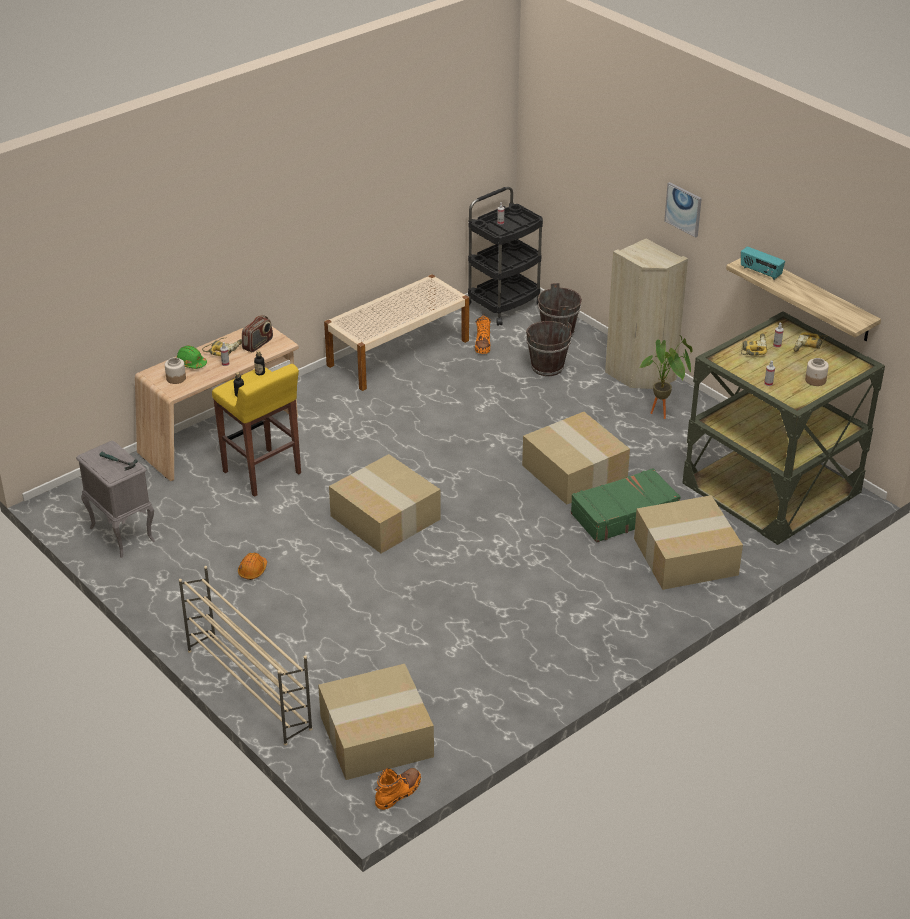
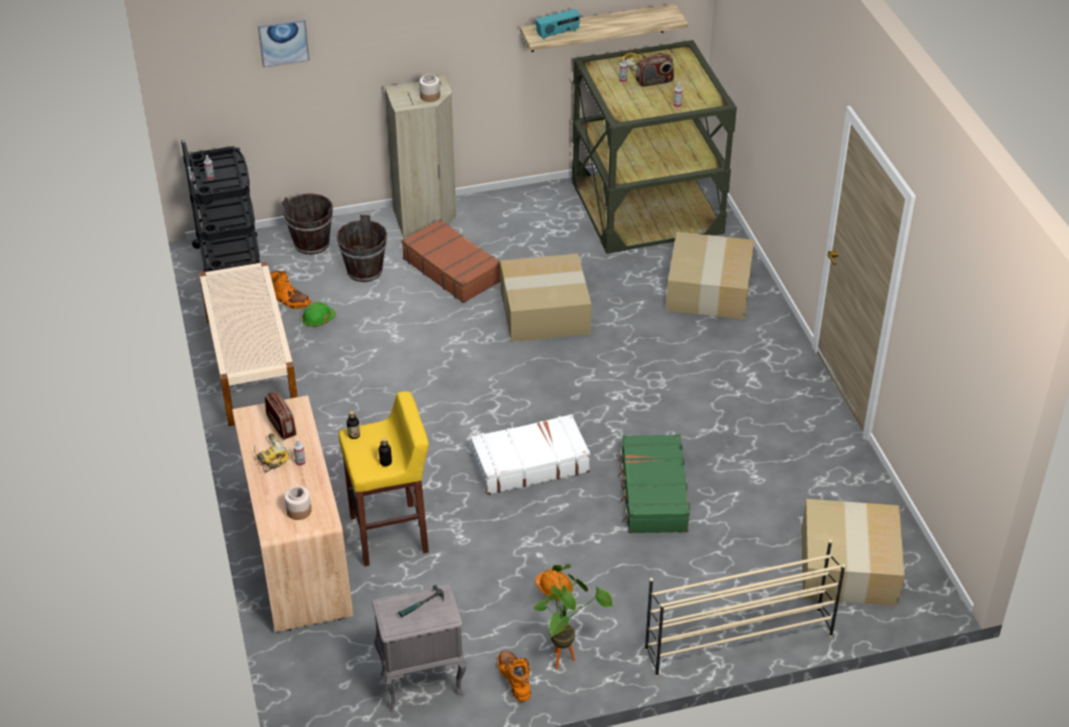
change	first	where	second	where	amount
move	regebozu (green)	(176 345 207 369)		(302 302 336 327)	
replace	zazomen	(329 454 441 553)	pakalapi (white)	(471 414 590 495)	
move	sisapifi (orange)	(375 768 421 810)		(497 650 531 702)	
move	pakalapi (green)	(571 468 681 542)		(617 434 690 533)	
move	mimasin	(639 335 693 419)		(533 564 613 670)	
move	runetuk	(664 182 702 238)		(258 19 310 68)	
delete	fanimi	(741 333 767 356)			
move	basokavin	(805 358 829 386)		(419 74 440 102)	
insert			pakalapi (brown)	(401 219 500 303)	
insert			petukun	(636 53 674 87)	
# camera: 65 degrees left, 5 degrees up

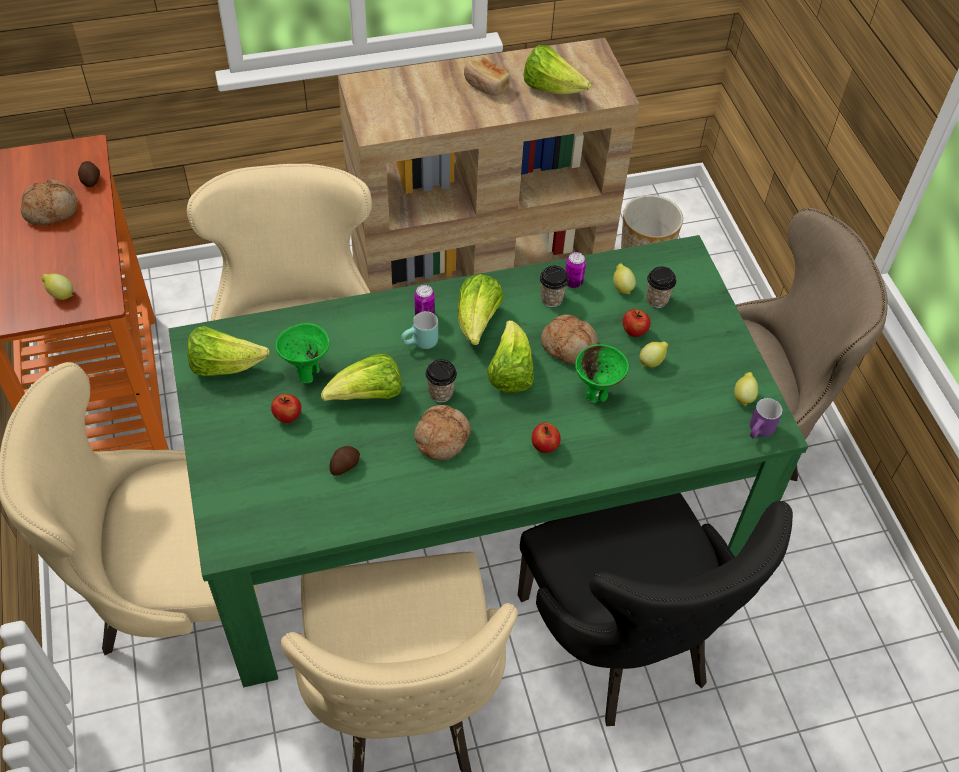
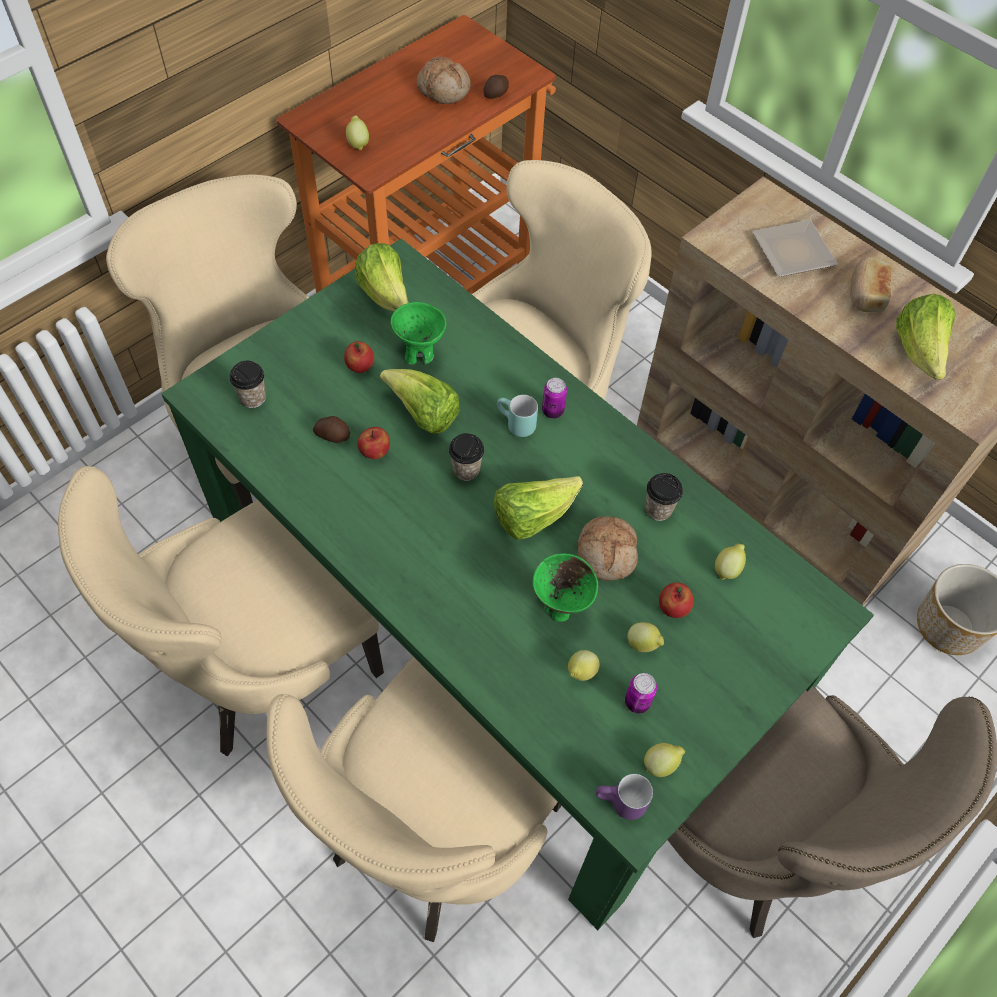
change	first	where	second	where	amount
delete	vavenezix	(414 405 471 460)			
delete	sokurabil	(458 274 504 345)			
recolor	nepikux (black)	(518 493 793 726)	nepikux (beige)	(267 657 561 942)	
move	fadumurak	(532 423 561 453)		(358 427 390 459)	
move	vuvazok	(565 252 586 288)		(625 673 657 713)	
move	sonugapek	(646 266 677 308)		(230 361 266 408)	
insert			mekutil	(568 650 600 681)	
insert			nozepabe	(752 220 838 277)	
# camera: 60 degrees right, 5 degrees up

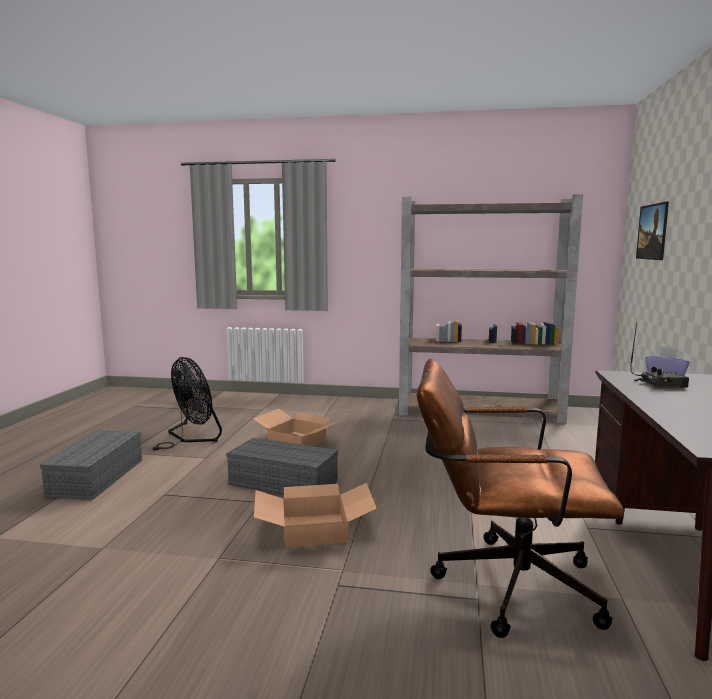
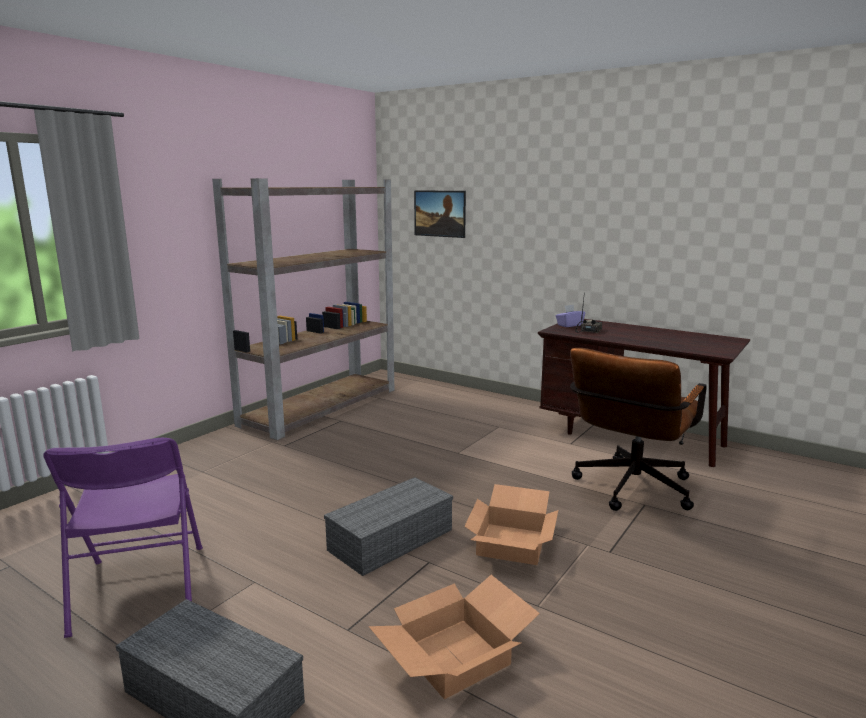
change	first	where	second	where	amount
replace	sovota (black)	(151 357 222 451)	nepikux (purple)	(43 438 203 638)	
move	zazomen	(253 409 342 446)		(369 575 540 699)	
# camera: 65 degrees left, 5 degrees up

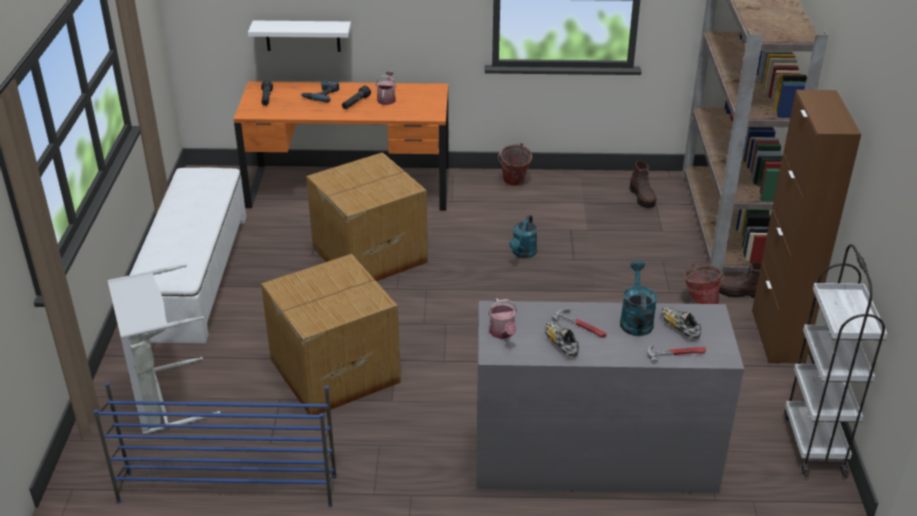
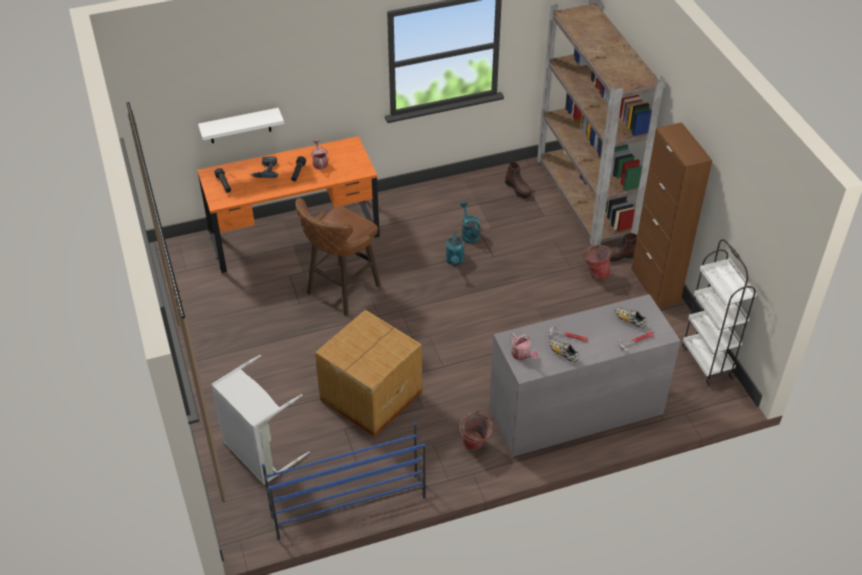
change	first	where	second	where	amount
delete	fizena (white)	(130 168 246 344)			
replace	zazomen	(306 152 428 282)	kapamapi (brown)	(295 198 381 316)	
move	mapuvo	(498 143 532 186)		(459 411 493 450)	
move	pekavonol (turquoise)	(620 261 657 336)		(460 202 481 243)	
# camera: 20 degrees left, 10 degrees up

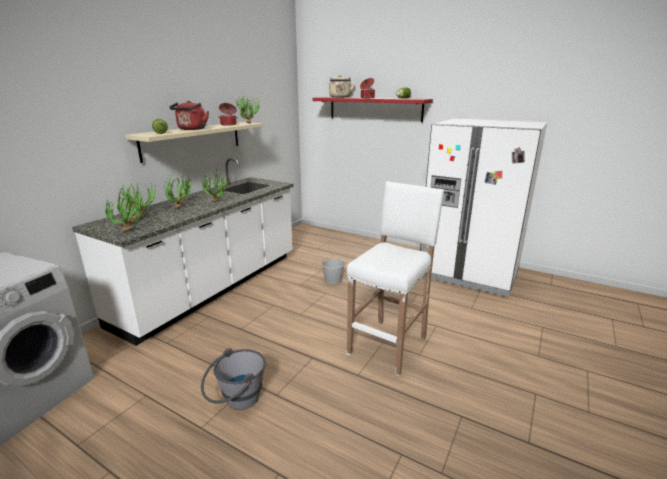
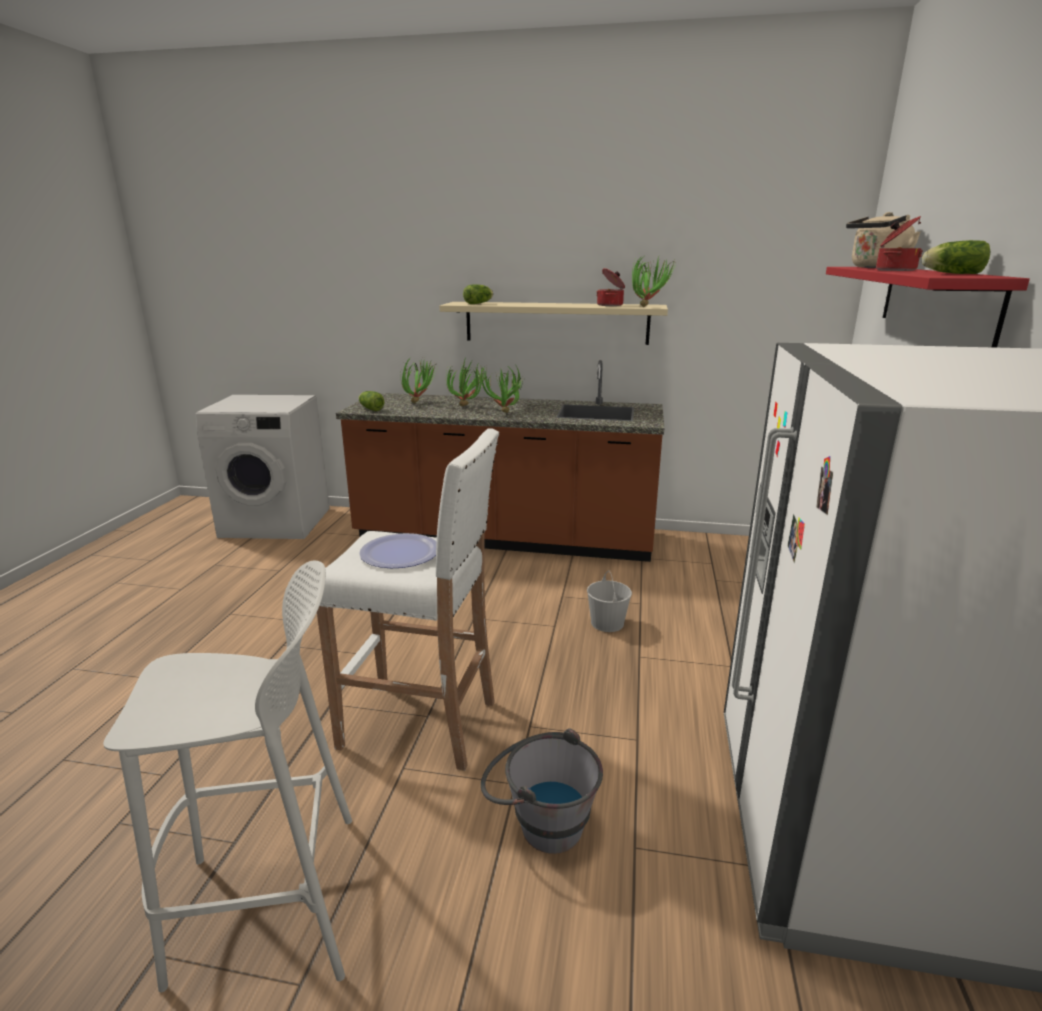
change	first	where	second	where	amount
recolor	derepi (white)	(72 158 293 346)	derepi (brown)	(336 360 664 562)	
replace	mimasin	(105 190 143 232)	sokurabil	(358 391 384 411)	
delete	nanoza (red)	(169 101 209 130)			
move	mapuvo (grey)	(201 348 266 410)		(481 728 603 854)	
insert			kapamapi (white)	(103 560 352 993)	
insert			nozepabe	(359 533 436 568)	
# camera: 70 degrees right, 0 degrees up

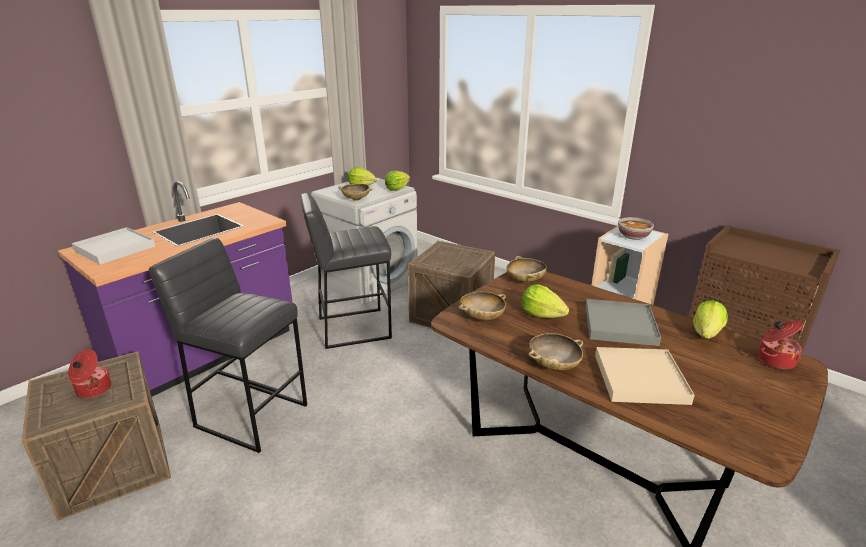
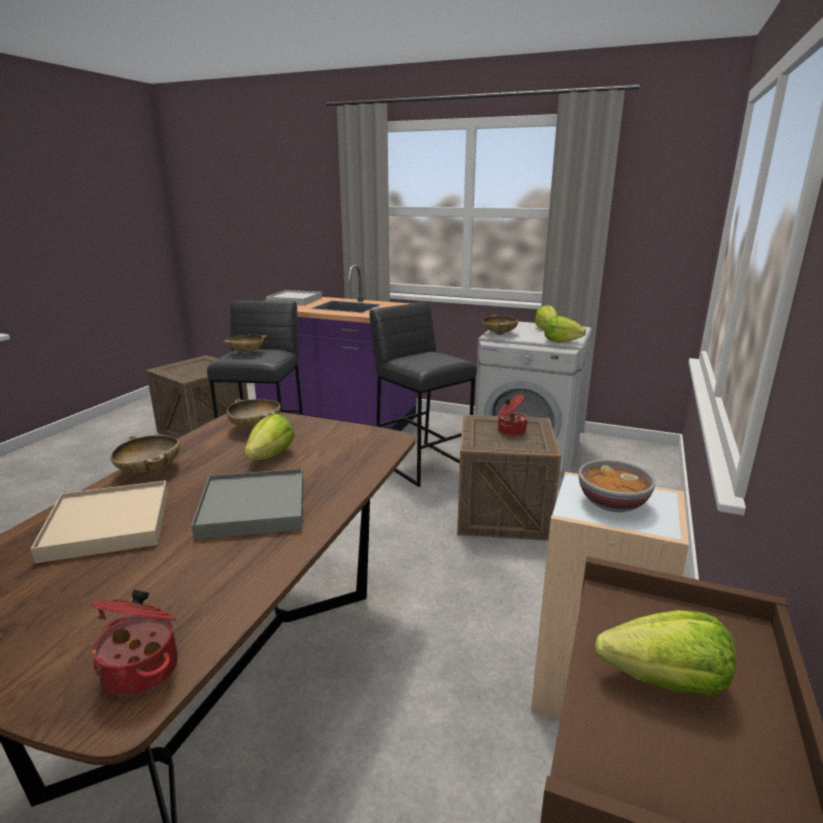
change	first	where	second	where	amount
move	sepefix	(68 349 111 399)		(498 394 528 436)	
move	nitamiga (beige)	(506 256 547 283)		(223 334 267 354)	
move	sokurabil	(693 300 728 339)		(595 610 736 696)	
# camera: 70 degrees right, 5 degrees down

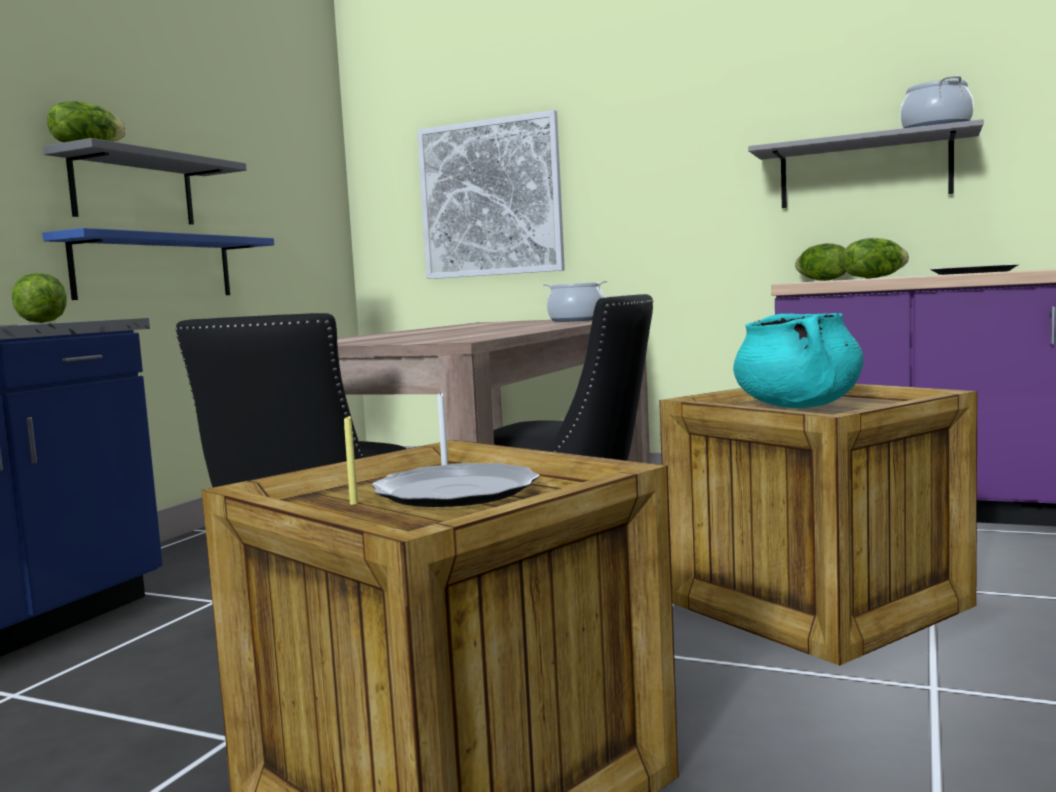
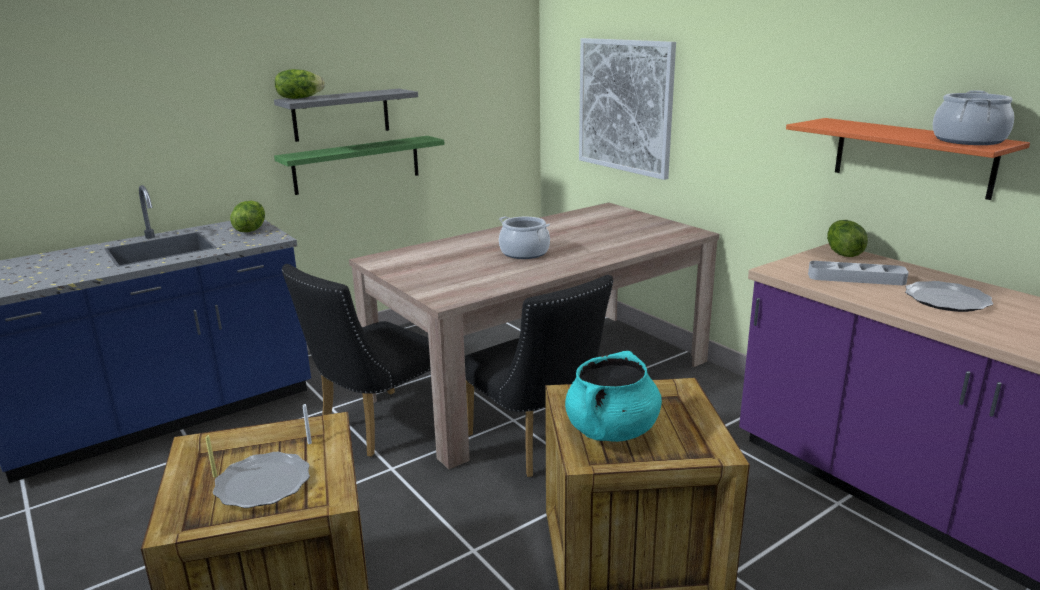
change	first	where	second	where	amount
recolor	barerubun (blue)	(42 228 274 300)	barerubun (green)	(274 136 445 195)	
move	sepefix	(543 280 608 322)		(499 217 550 259)	
recolor	barerubun (grey)	(748 119 983 208)	barerubun (orange)	(786 118 1030 200)	
replace	sokurabil	(842 238 909 278)	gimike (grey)	(808 261 909 285)	
# camera: 30 degrees right, 15 degrees up

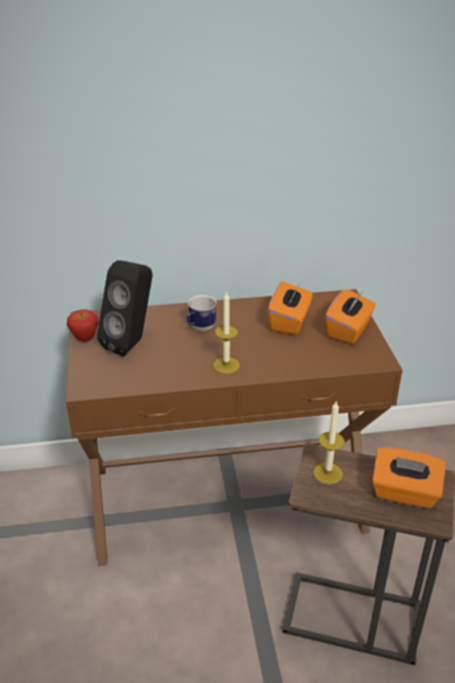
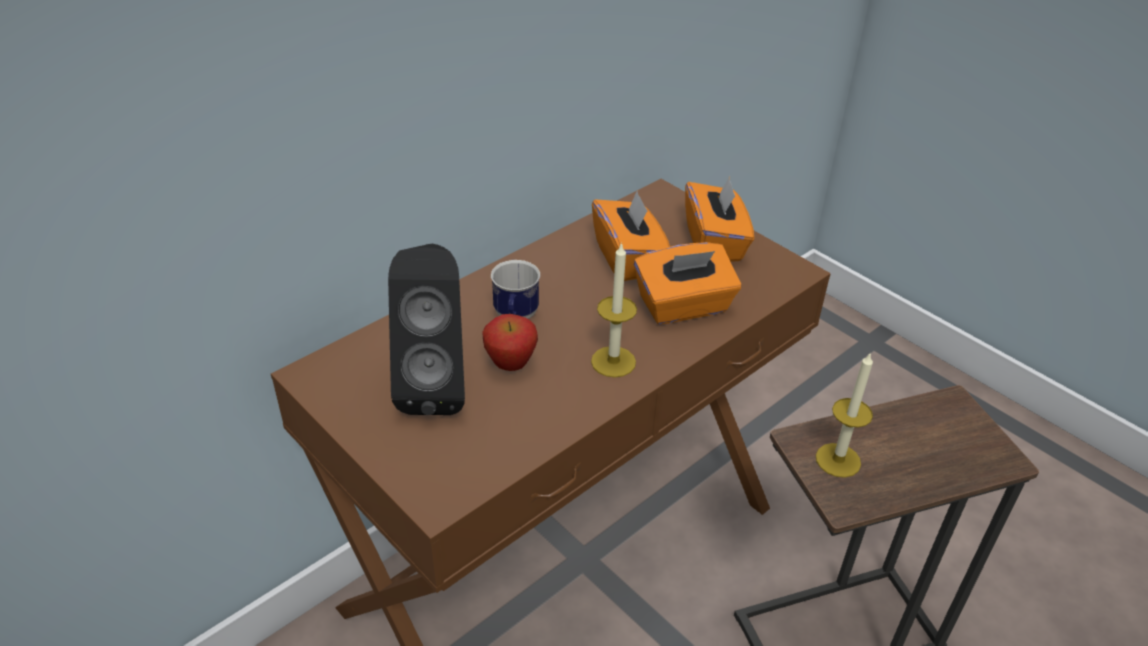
change	first	where	second	where	amount
move	fadumurak	(67 309 99 342)		(482 314 538 371)	
move	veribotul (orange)	(372 447 446 509)		(634 242 741 324)	
# camera: 35 degrees left, 5 degrees up

